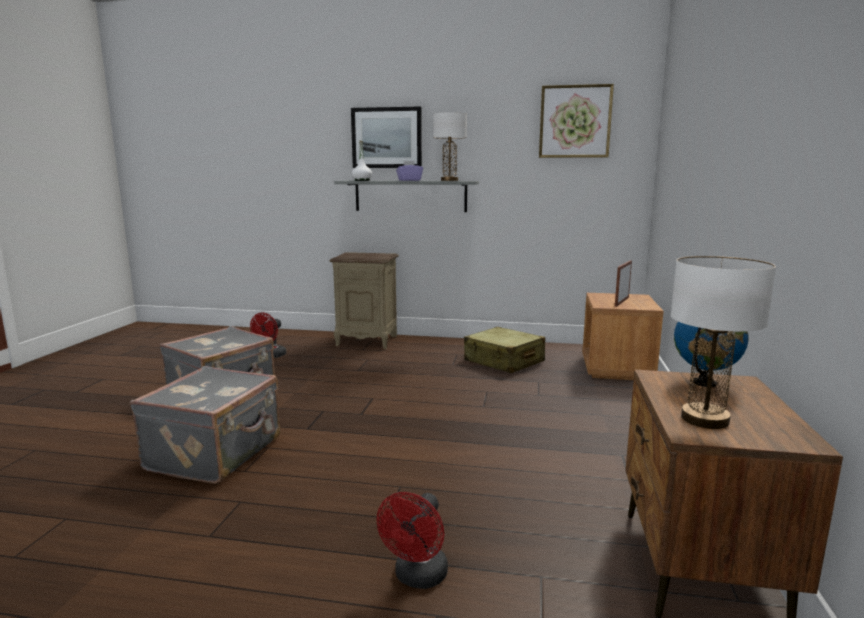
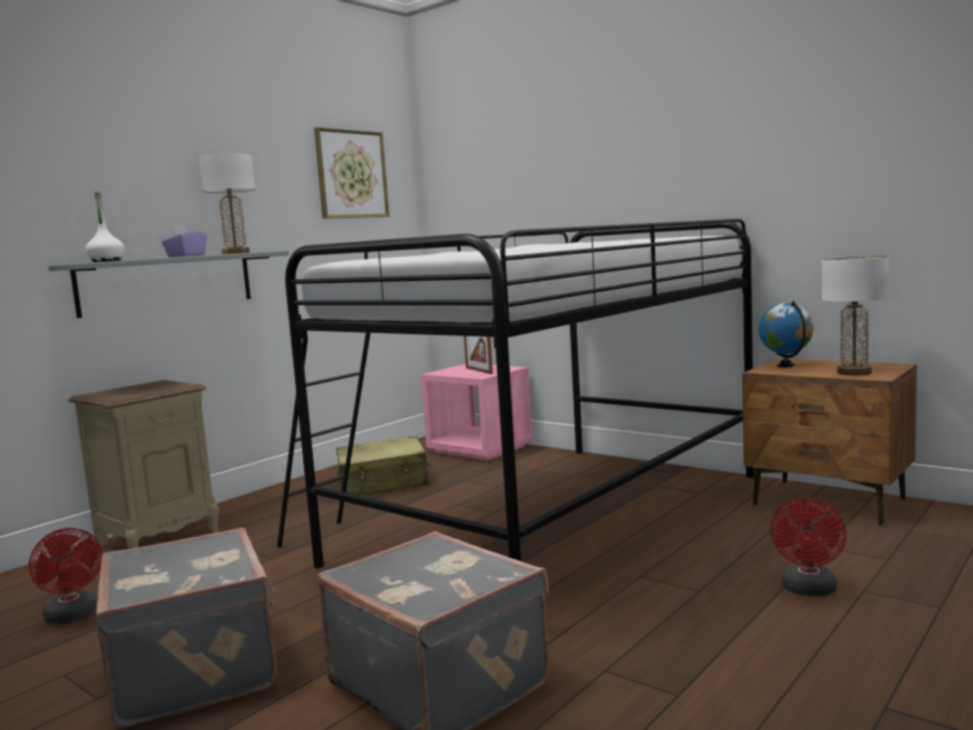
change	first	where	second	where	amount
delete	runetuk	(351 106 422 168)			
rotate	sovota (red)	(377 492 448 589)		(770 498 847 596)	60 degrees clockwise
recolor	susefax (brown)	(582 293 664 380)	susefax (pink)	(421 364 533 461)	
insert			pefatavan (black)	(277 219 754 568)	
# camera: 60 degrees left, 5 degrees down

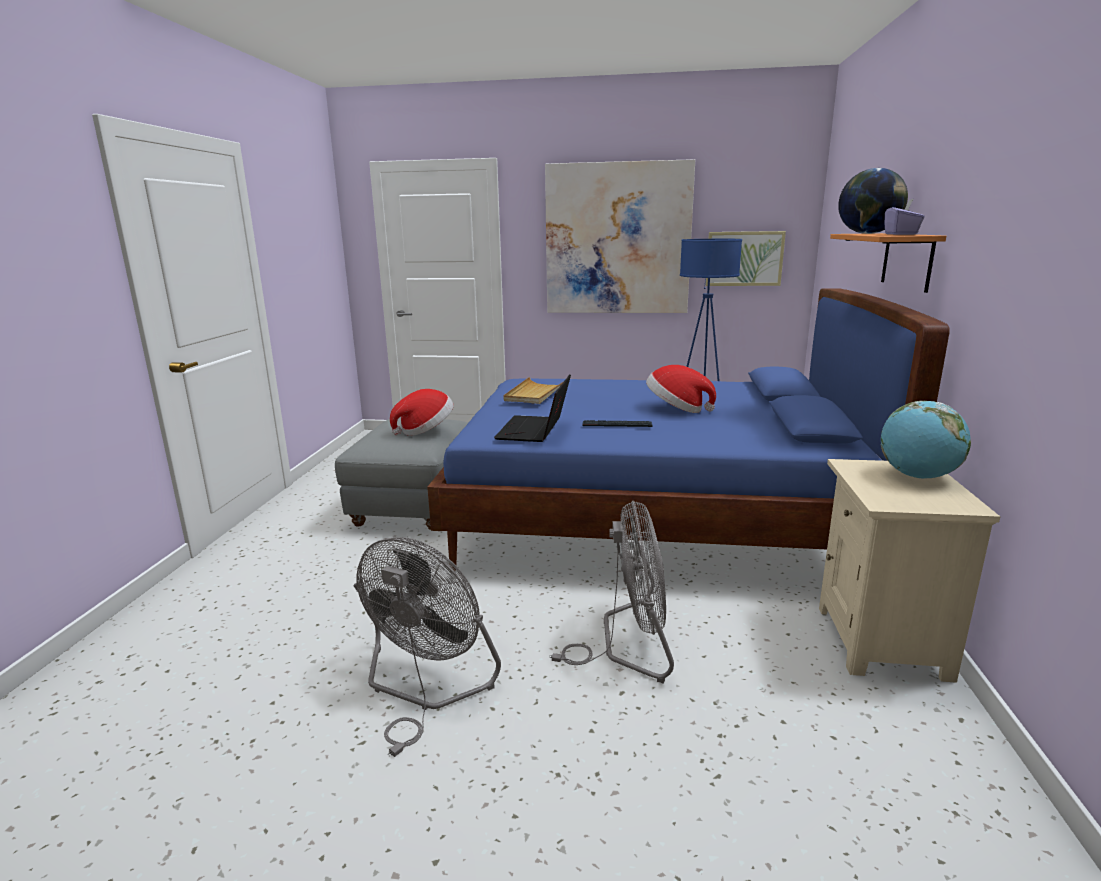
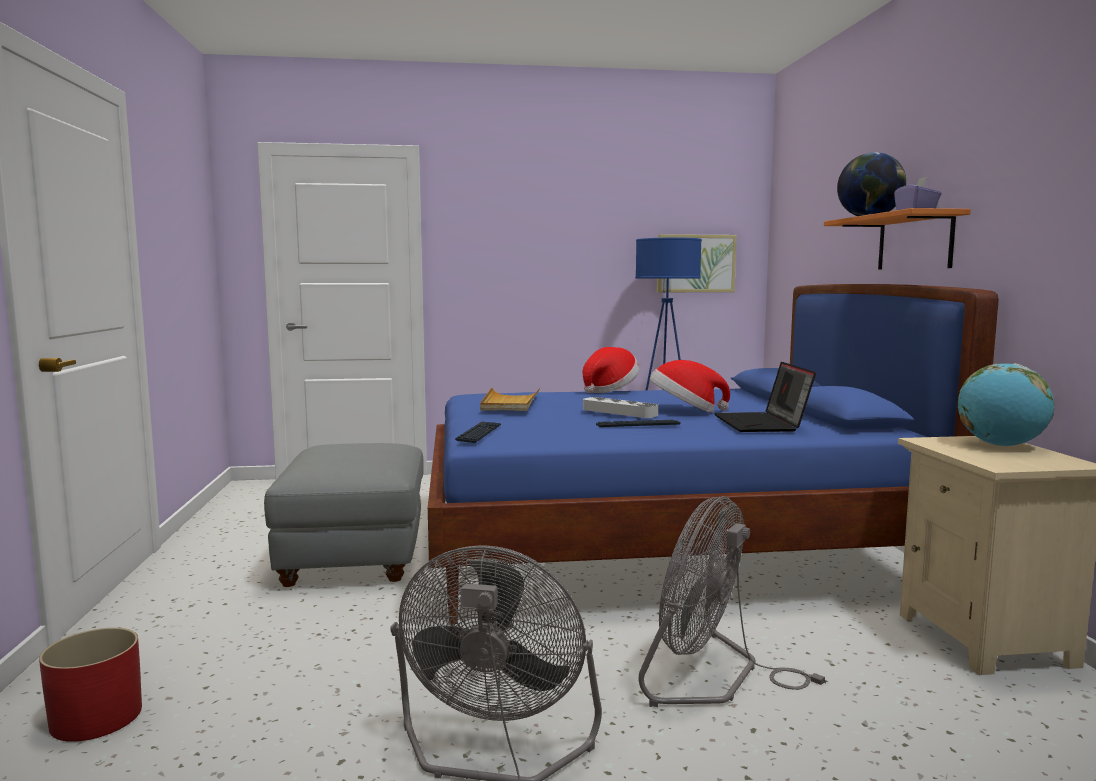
change	first	where	second	where	amount
move	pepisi	(390 389 453 436)		(583 347 639 393)	
move	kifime	(494 374 571 442)		(714 362 816 432)	
delete	runetuk	(545 159 695 313)			
rotate	sovota (grey)	(549 501 674 684)		(639 496 826 707)	135 degrees counterclockwise
insert			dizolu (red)	(39 628 142 742)	
insert			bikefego	(455 421 501 443)	
insert			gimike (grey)	(583 397 658 418)	
# camera: 15 degrees left, 10 degrees down

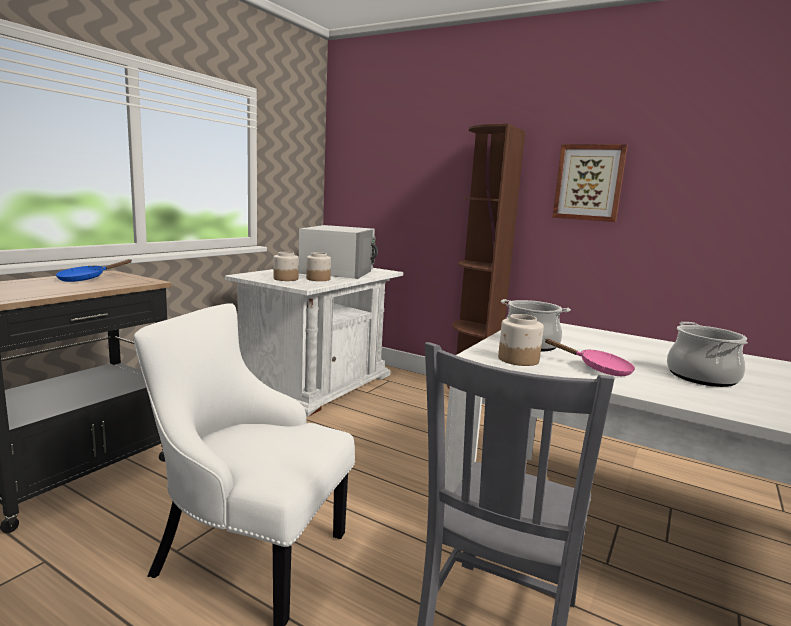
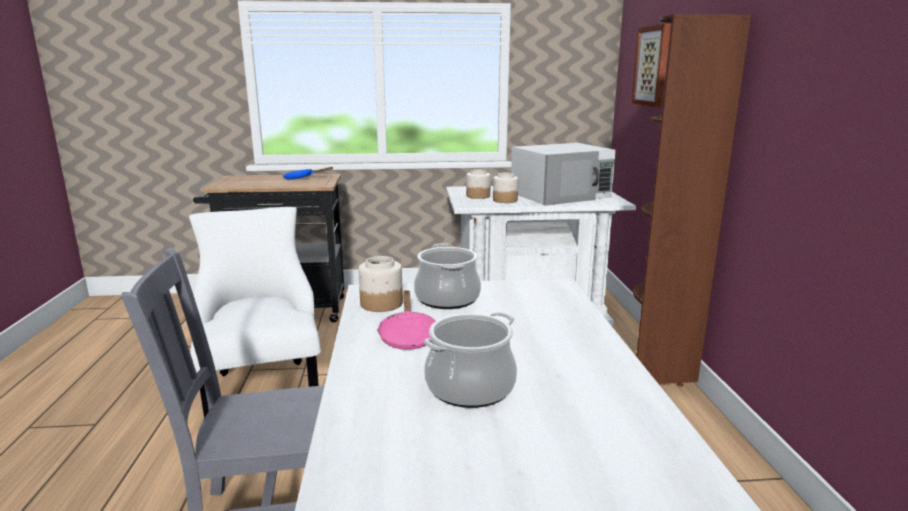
change	first	where	second	where	amount
move	runetuk	(552 144 628 222)		(631 24 671 107)	
# camera: 55 degrees right, 5 degrees up

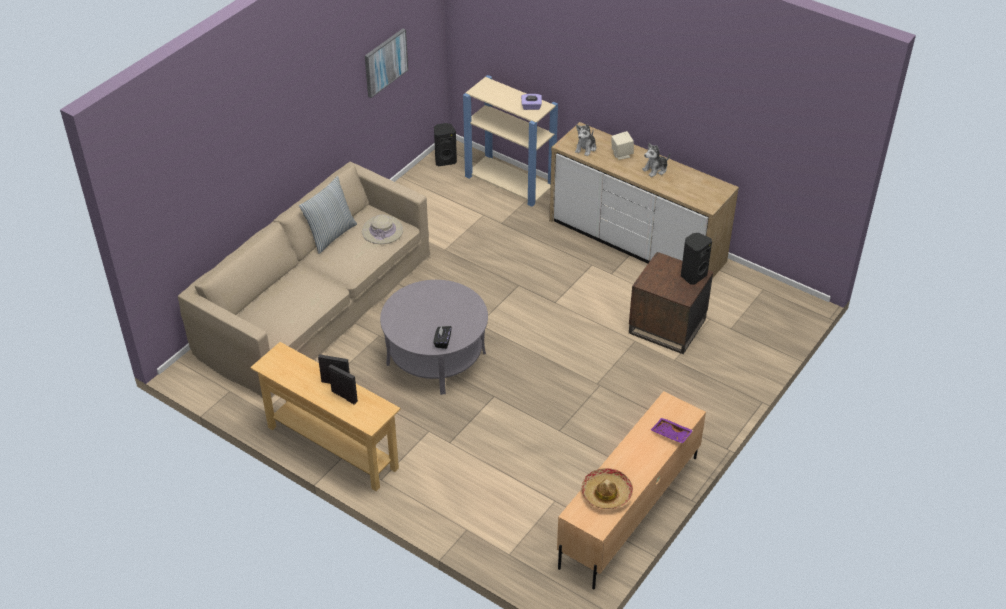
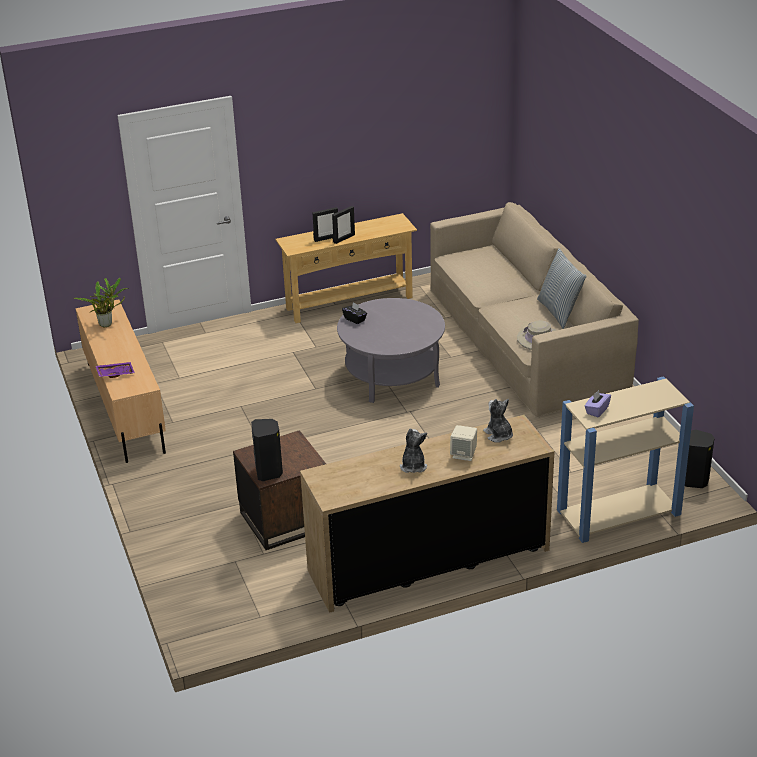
change	first	where	second	where	amount
delete	runetuk	(365 29 408 98)			
replace	pepisi	(581 468 633 509)	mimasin	(73 278 129 327)	
# camera: 125 degrees right, 10 degrees down

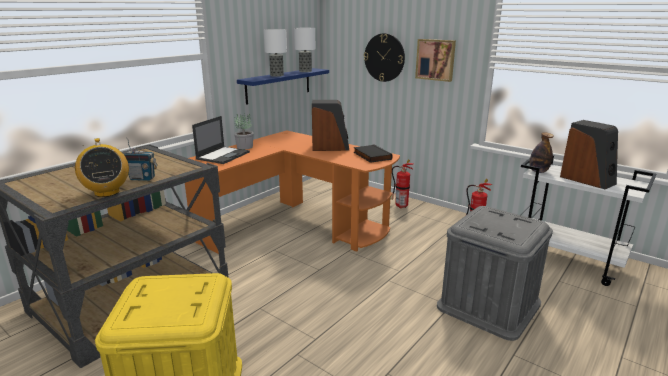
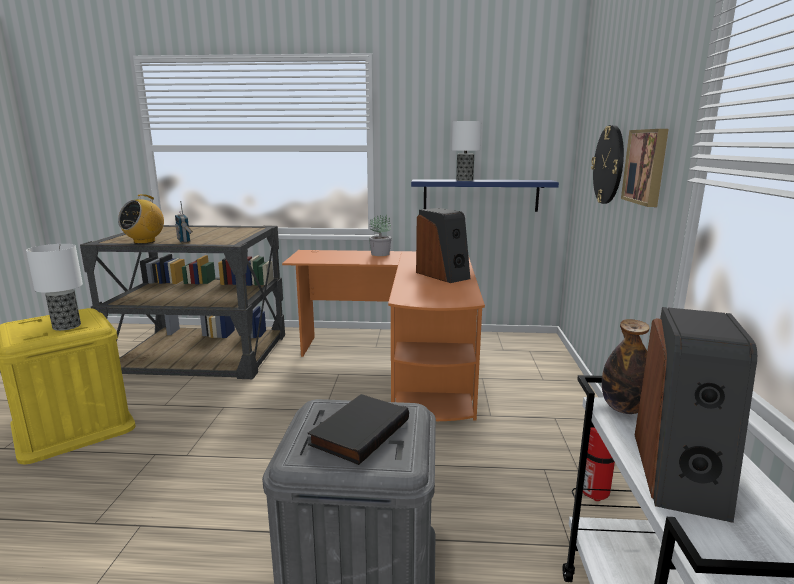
change	first	where	second	where	amount
delete	kifime	(192 116 250 164)			
move	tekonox	(294 28 315 72)		(26 244 83 331)	
move	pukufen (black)	(353 145 393 163)		(308 394 409 465)	
delete	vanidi	(390 159 414 208)			
# camera: 55 degrees right, 5 degrees down

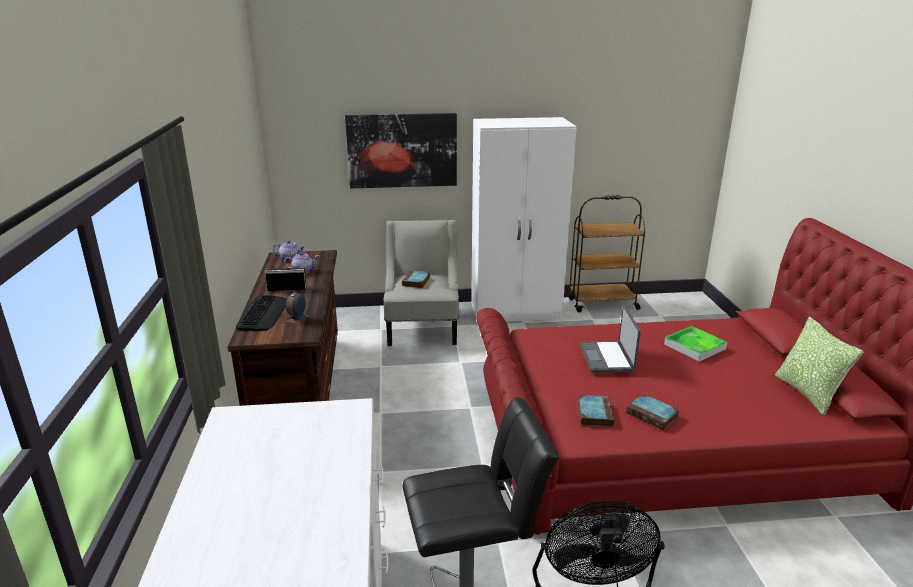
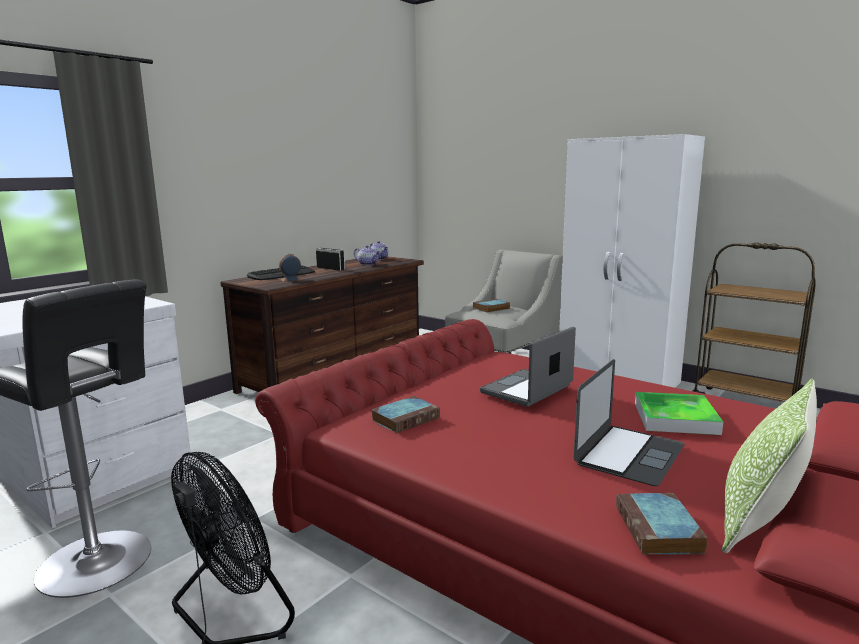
change	first	where	second	where	amount
delete	runetuk	(345 113 457 189)			
move	pukufen	(626 394 680 430)		(616 493 708 555)	
insert			kifime	(574 359 685 486)	
# camera: 45 degrees right, 10 degrees down

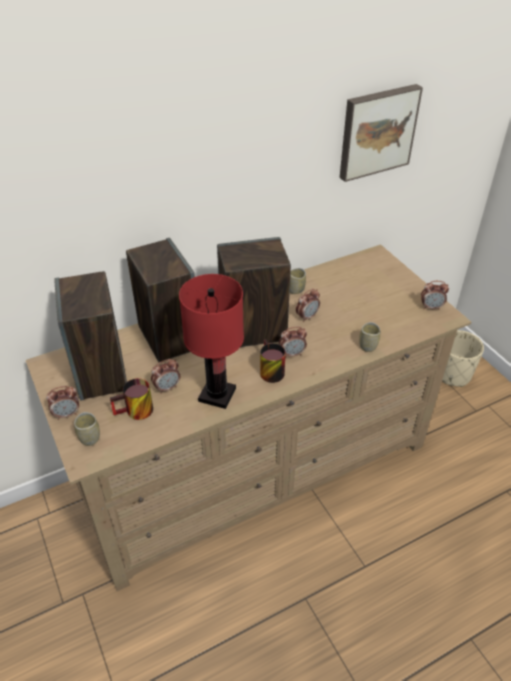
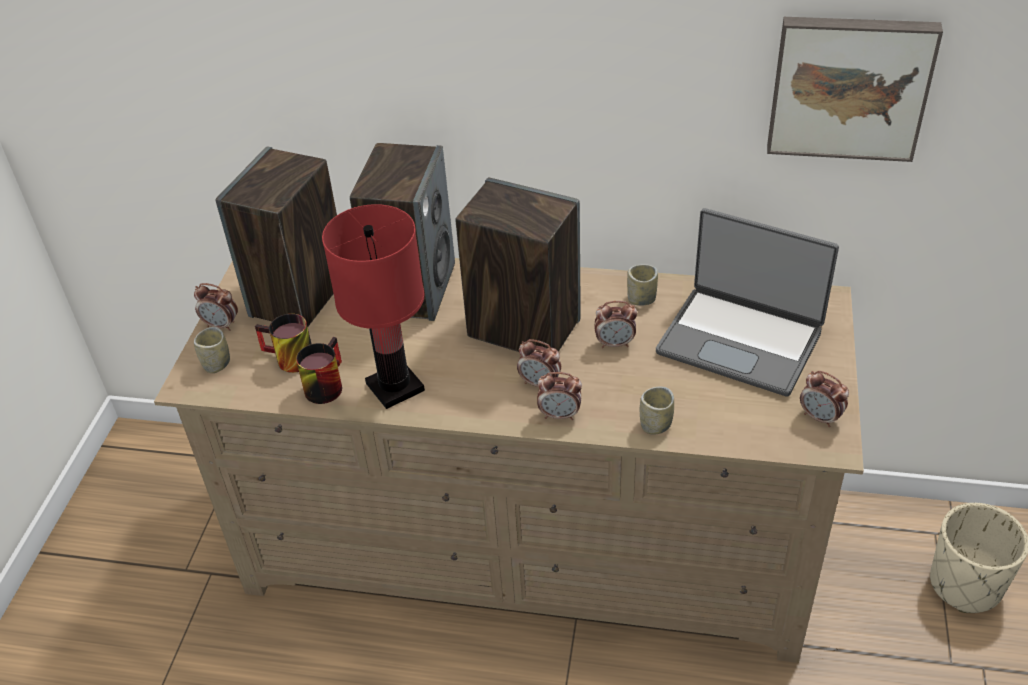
change	first	where	second	where	amount
move	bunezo	(151 359 180 394)		(537 372 582 420)	
move	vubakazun	(260 339 286 383)		(296 337 342 404)	
insert			kifime	(656 208 839 397)	
# camera: 40 degrees right, 0 degrees up

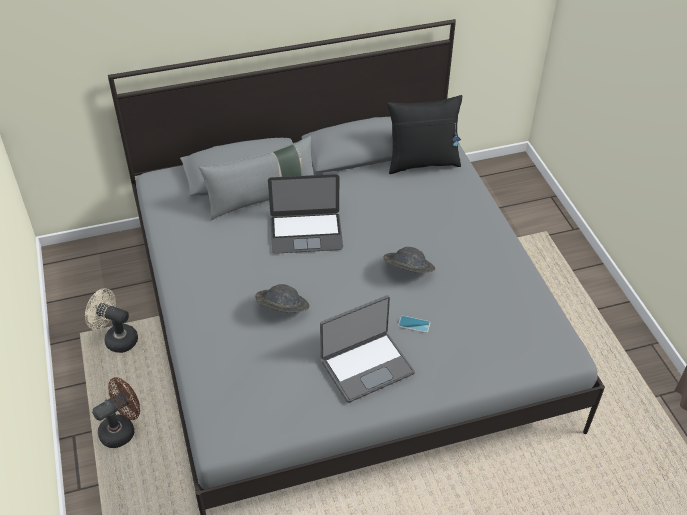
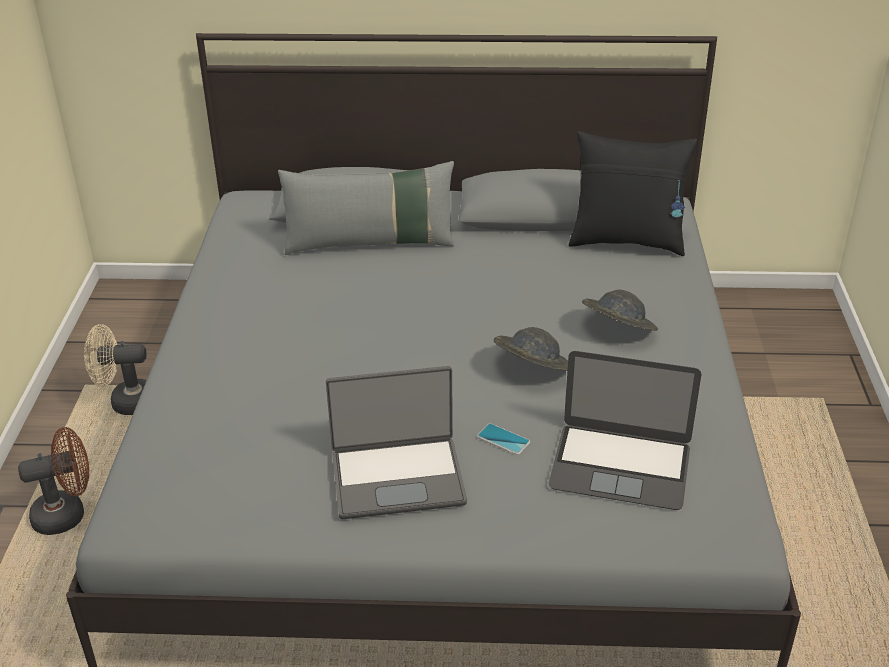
change	first	where	second	where	amount
rotate	sovota (beige)	(85 288 138 353)		(84 324 147 415)	45 degrees counterclockwise
move	pepisi (grey)	(255 284 309 312)		(582 290 658 331)	
move	kifime	(268 174 343 254)		(549 351 701 510)	
# camera: 20 degrees right, 10 degrees down

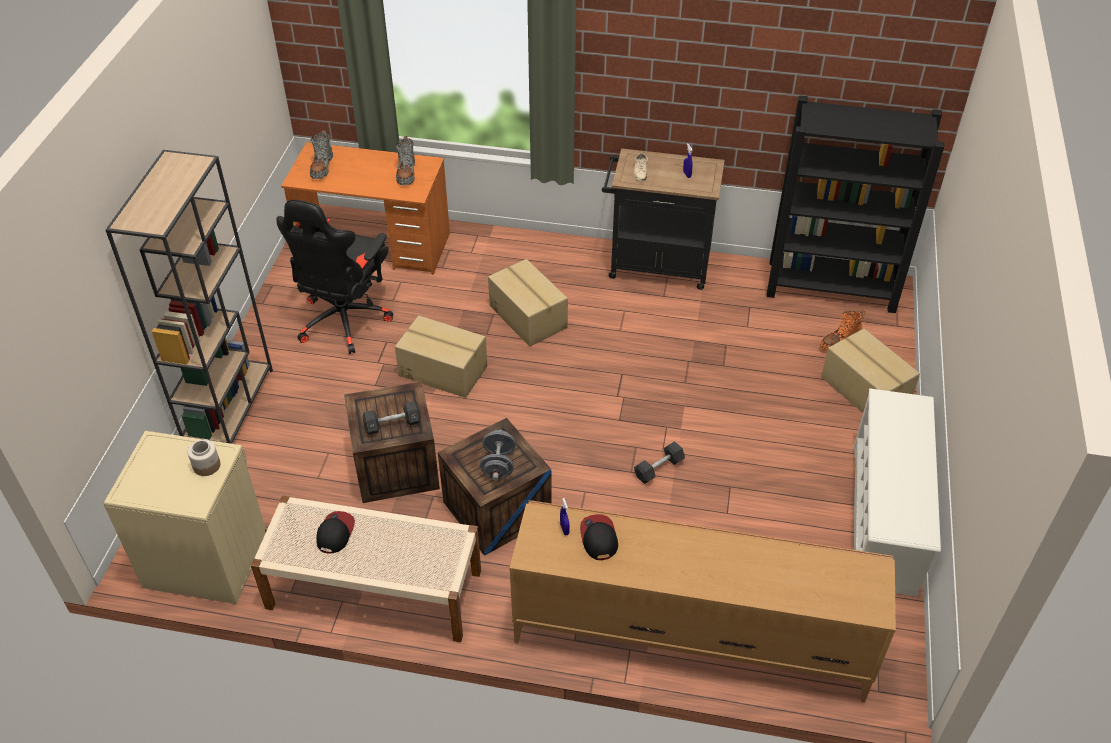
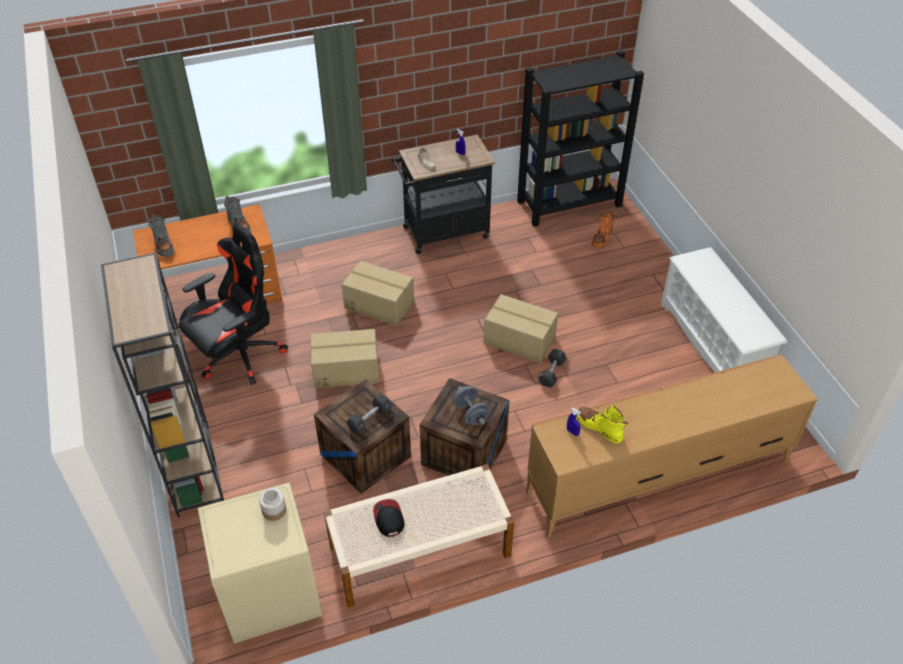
change	first	where	second	where	amount
rotate	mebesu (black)	(276 200 393 354)		(178 223 288 385)	120 degrees counterclockwise
replace	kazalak	(580 514 618 560)	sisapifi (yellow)	(576 405 628 443)	
move	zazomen	(821 328 920 413)		(484 294 558 363)	
# camera: 30 degrees left, 0 degrees up

